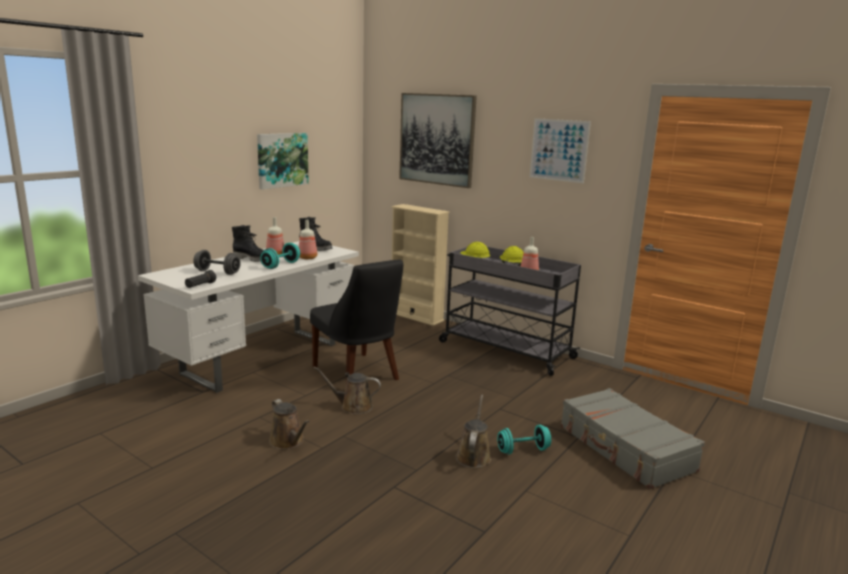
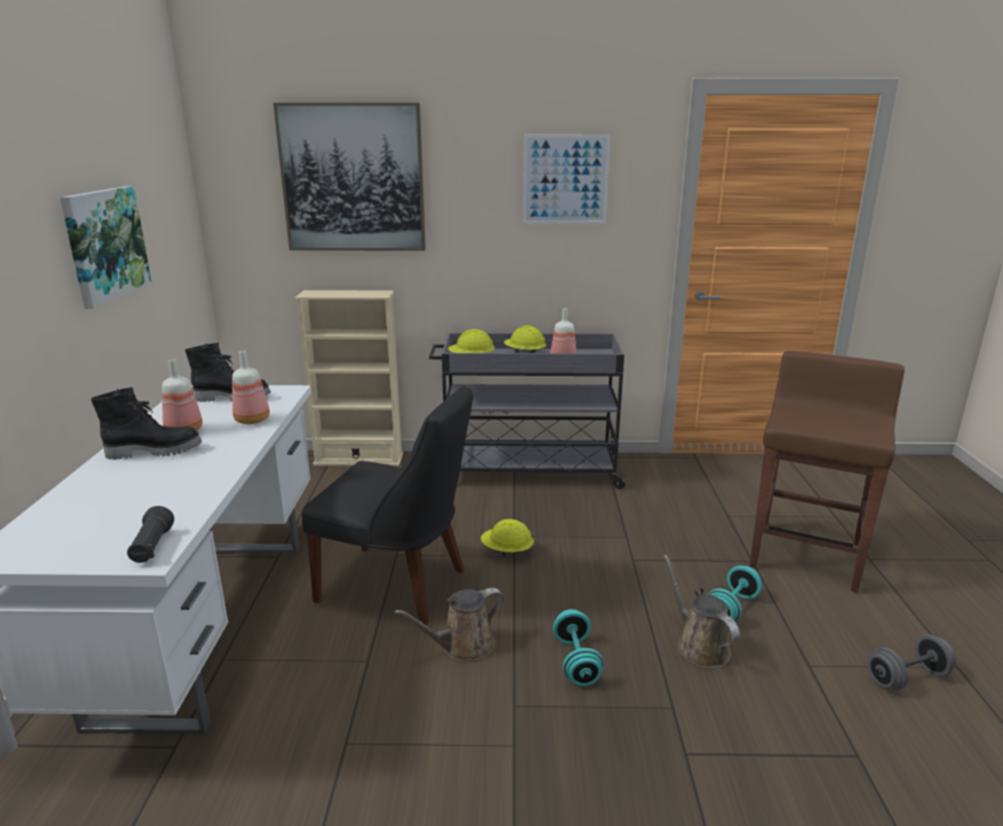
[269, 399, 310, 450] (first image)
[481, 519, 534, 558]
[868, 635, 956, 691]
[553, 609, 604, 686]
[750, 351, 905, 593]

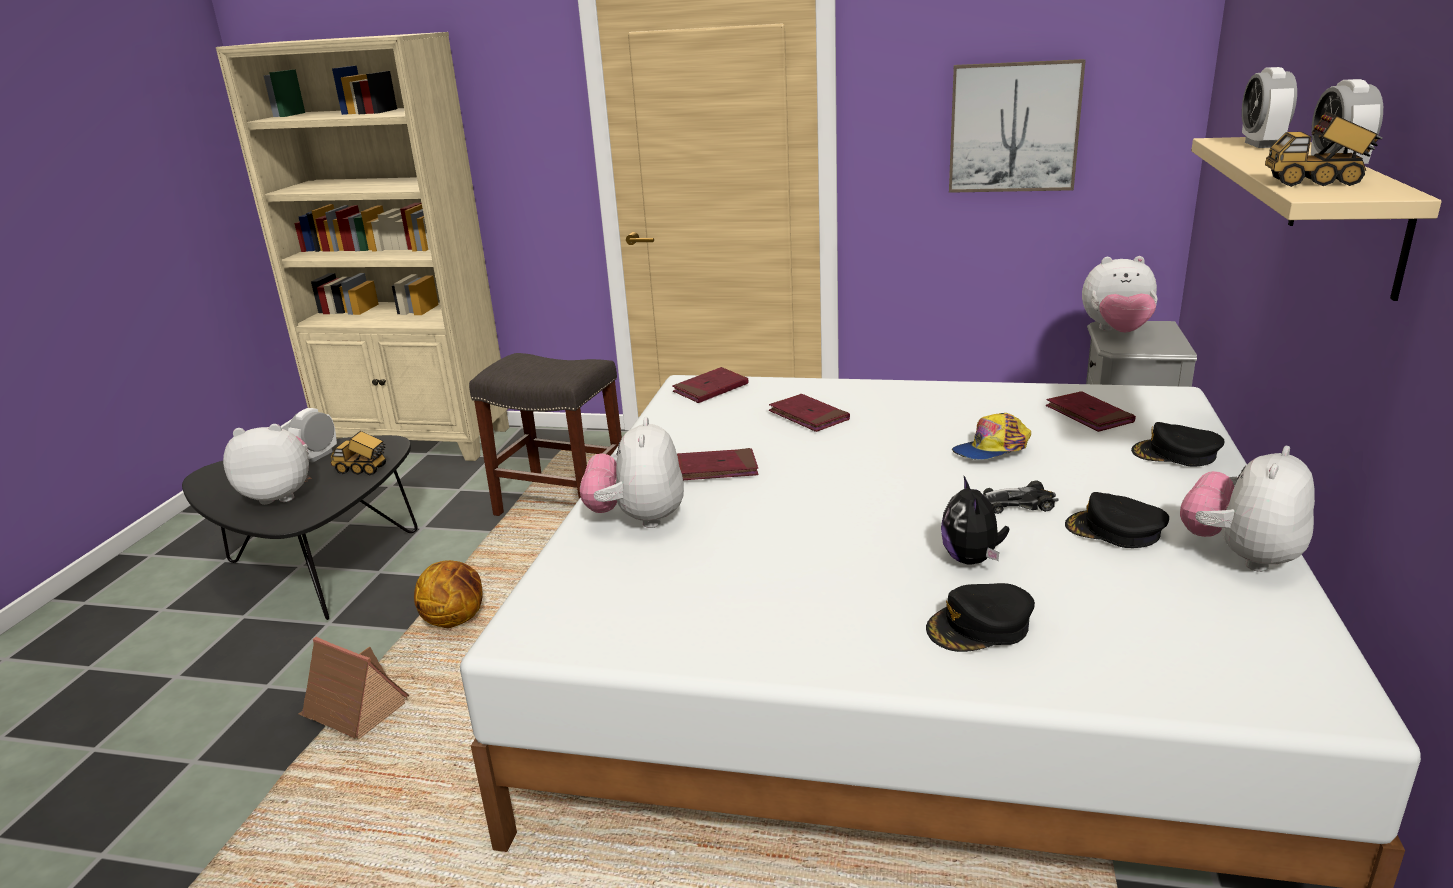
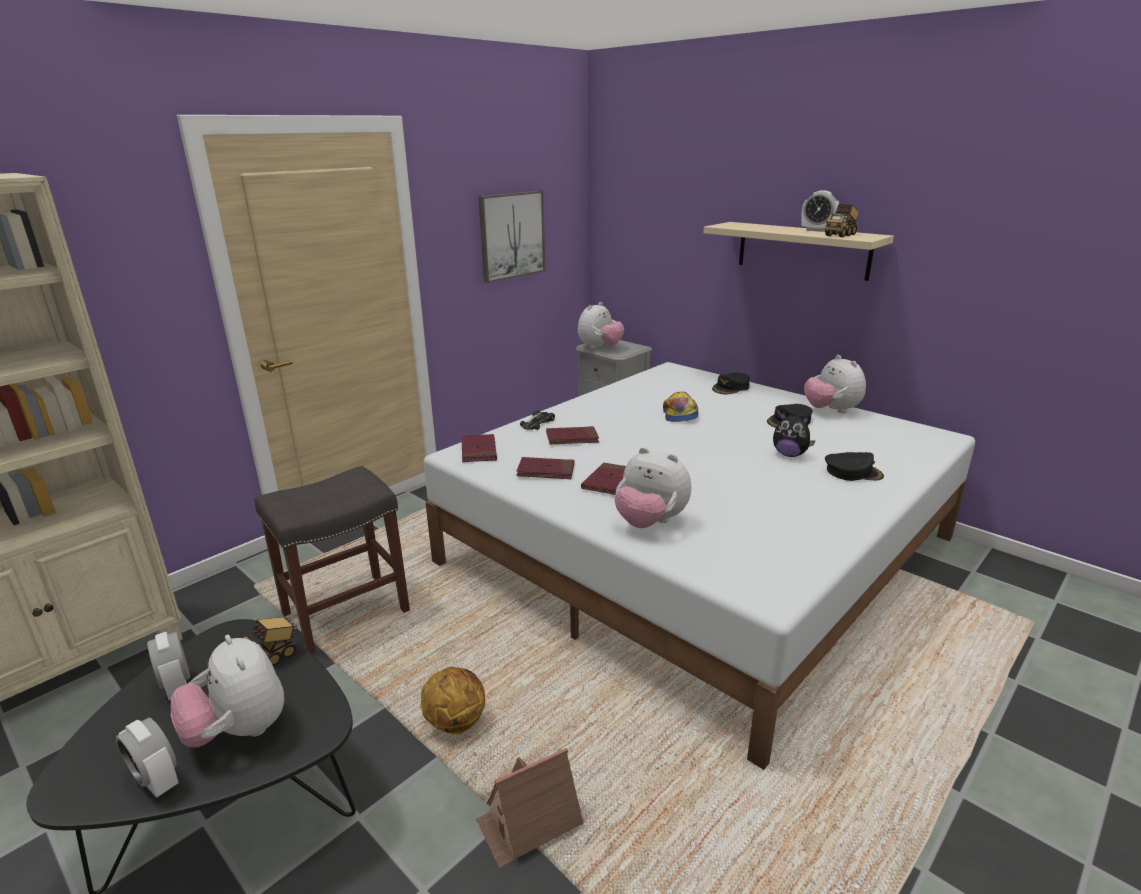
[520, 410, 555, 430]
[516, 457, 575, 479]
[116, 718, 179, 798]
[171, 635, 284, 748]
[825, 452, 884, 481]

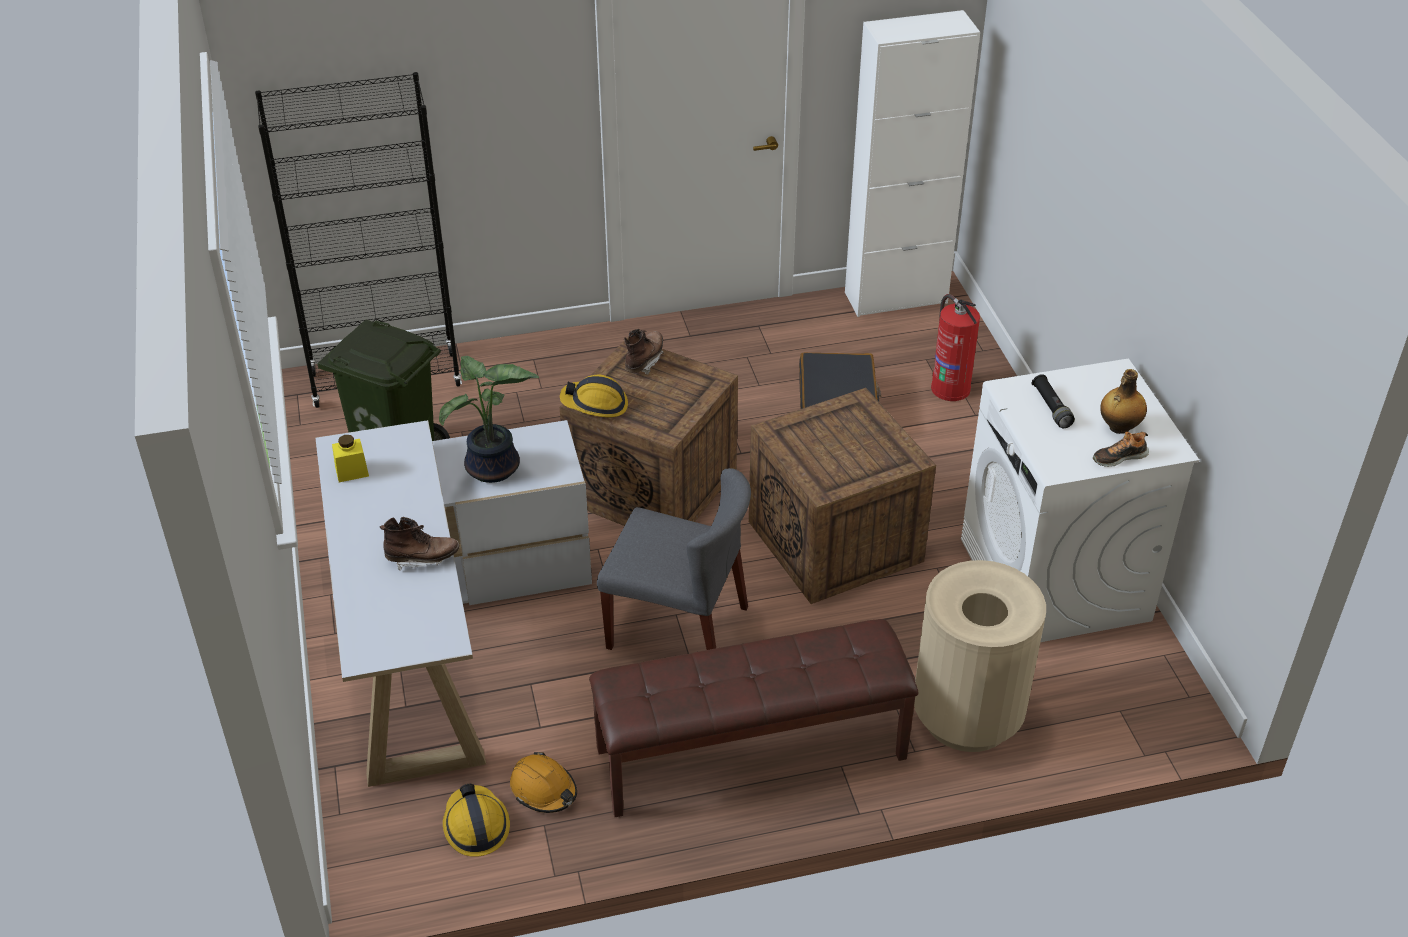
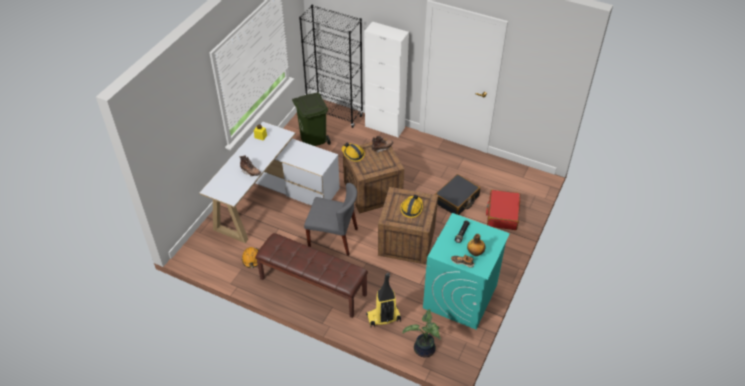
[402, 309, 441, 357]
[400, 195, 423, 218]
[364, 22, 409, 138]
[366, 273, 401, 327]
[486, 190, 520, 230]
[423, 213, 510, 330]
[304, 183, 358, 256]

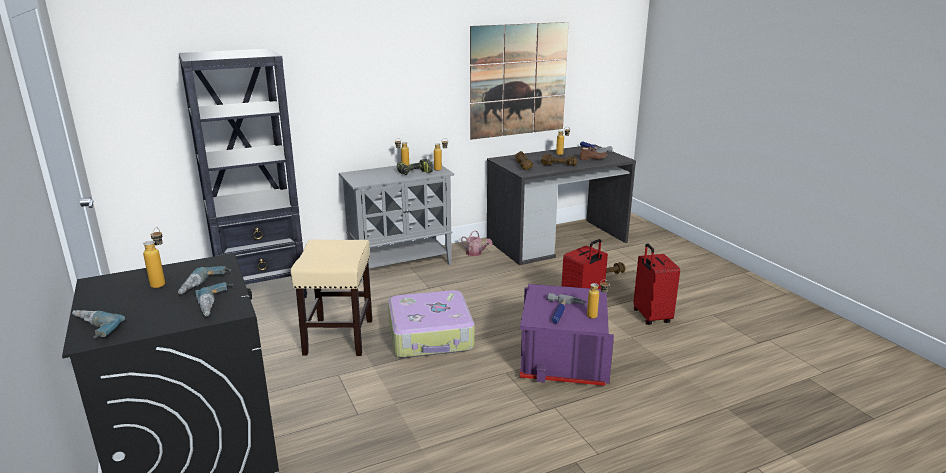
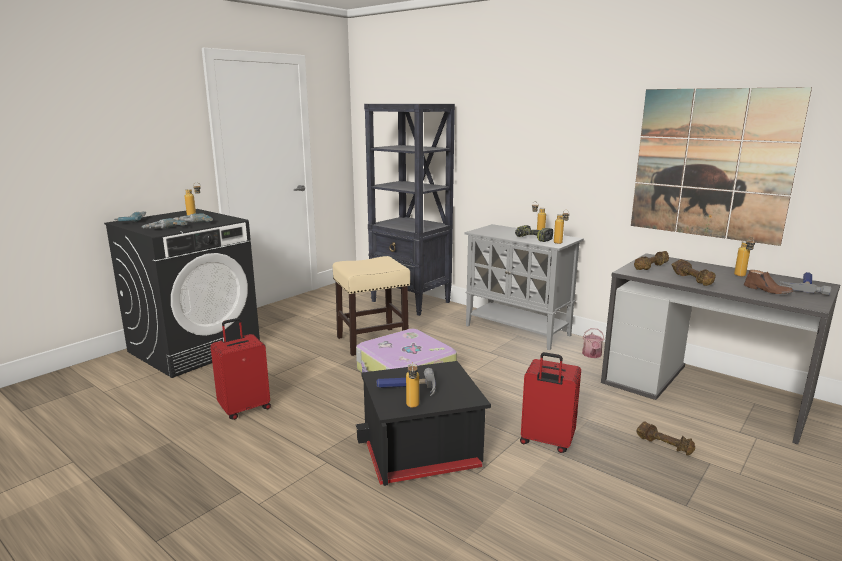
[210, 318, 271, 420]
[356, 361, 491, 486]

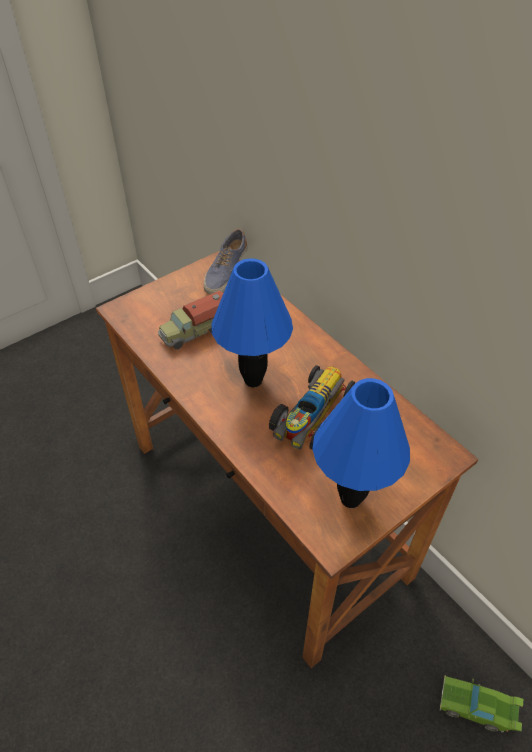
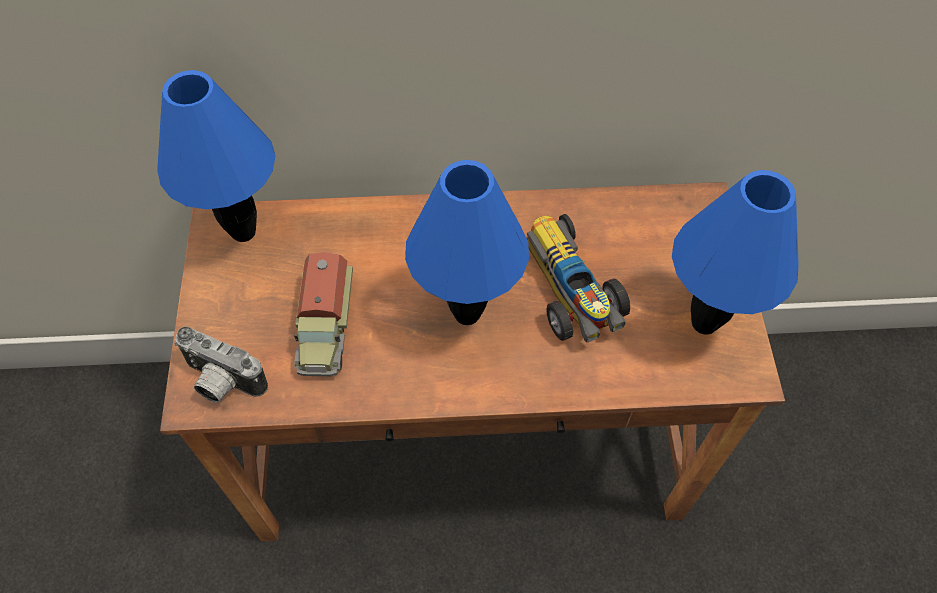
[440, 675, 523, 733] (first image)
[175, 326, 268, 403]
[157, 70, 275, 242]

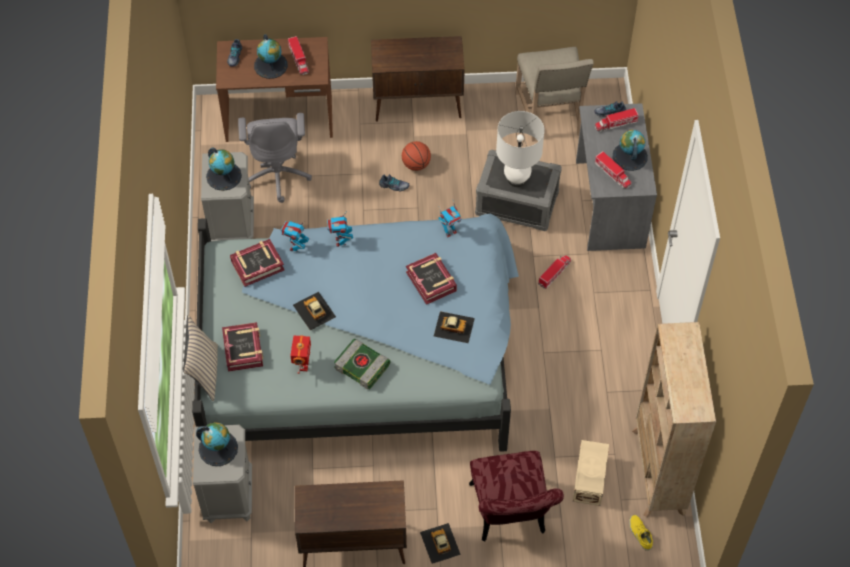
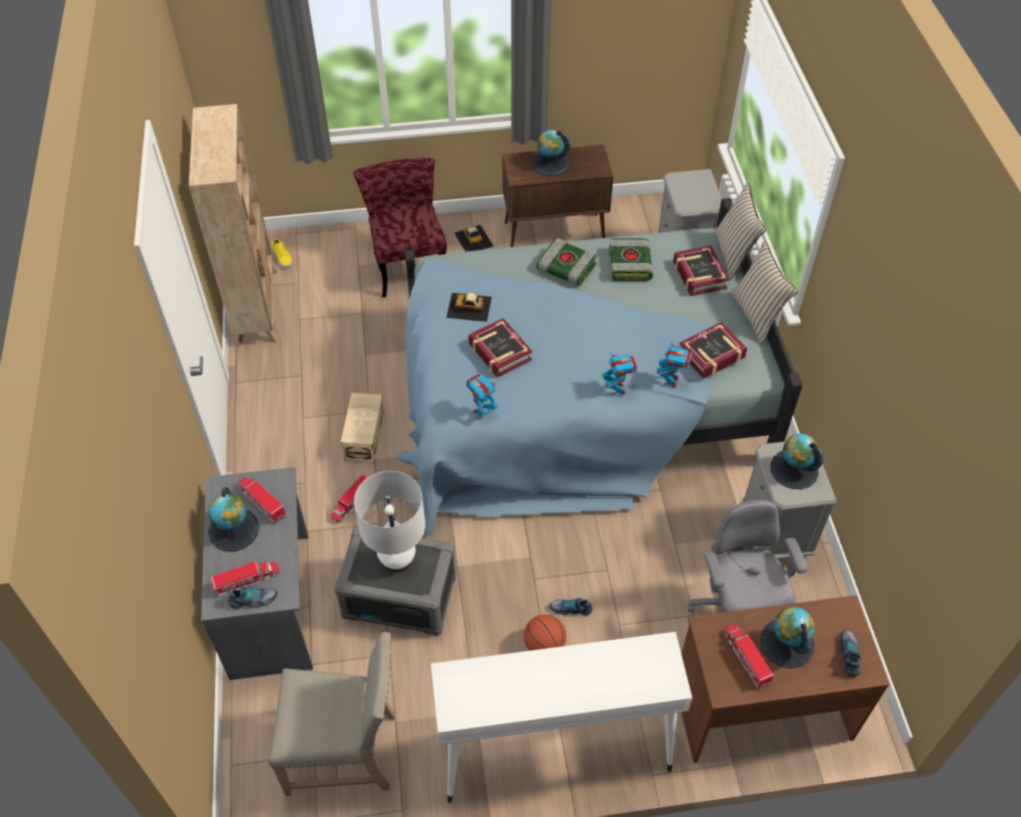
[293, 292, 336, 331] (first image)
[731, 241, 798, 344]
[531, 130, 570, 176]
[341, 393, 385, 463]
[609, 238, 653, 281]
[431, 632, 692, 803]
[269, 632, 396, 796]

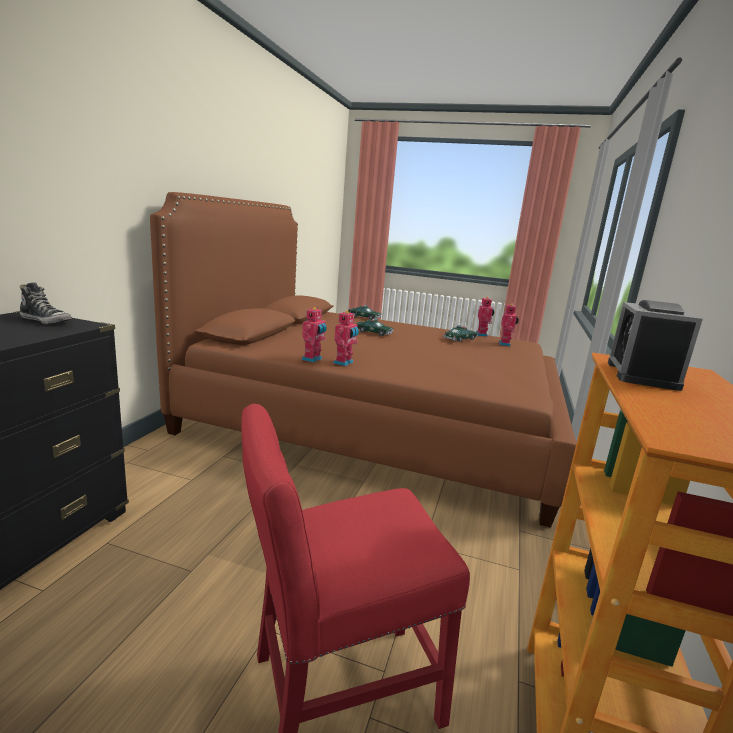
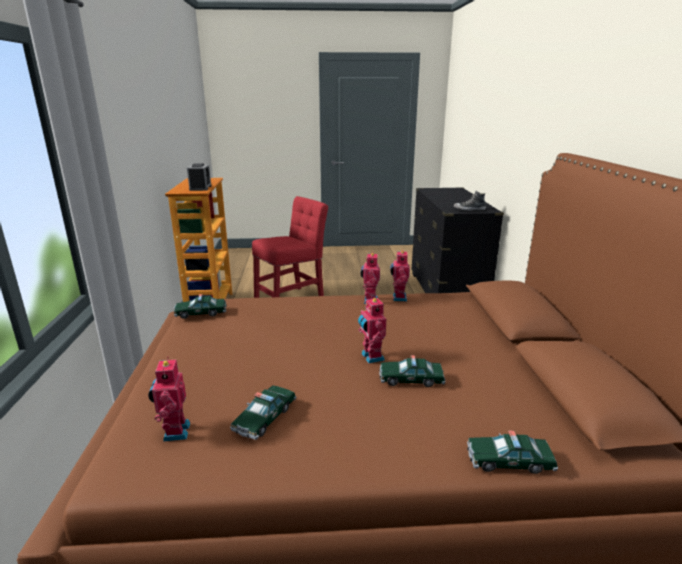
[174, 294, 227, 319]
[358, 296, 386, 363]

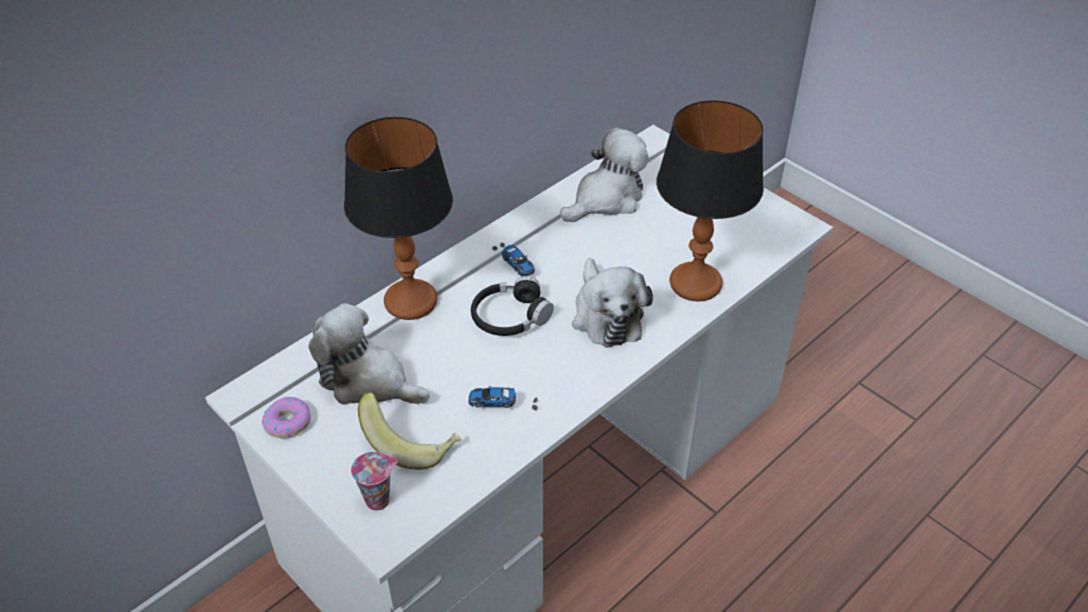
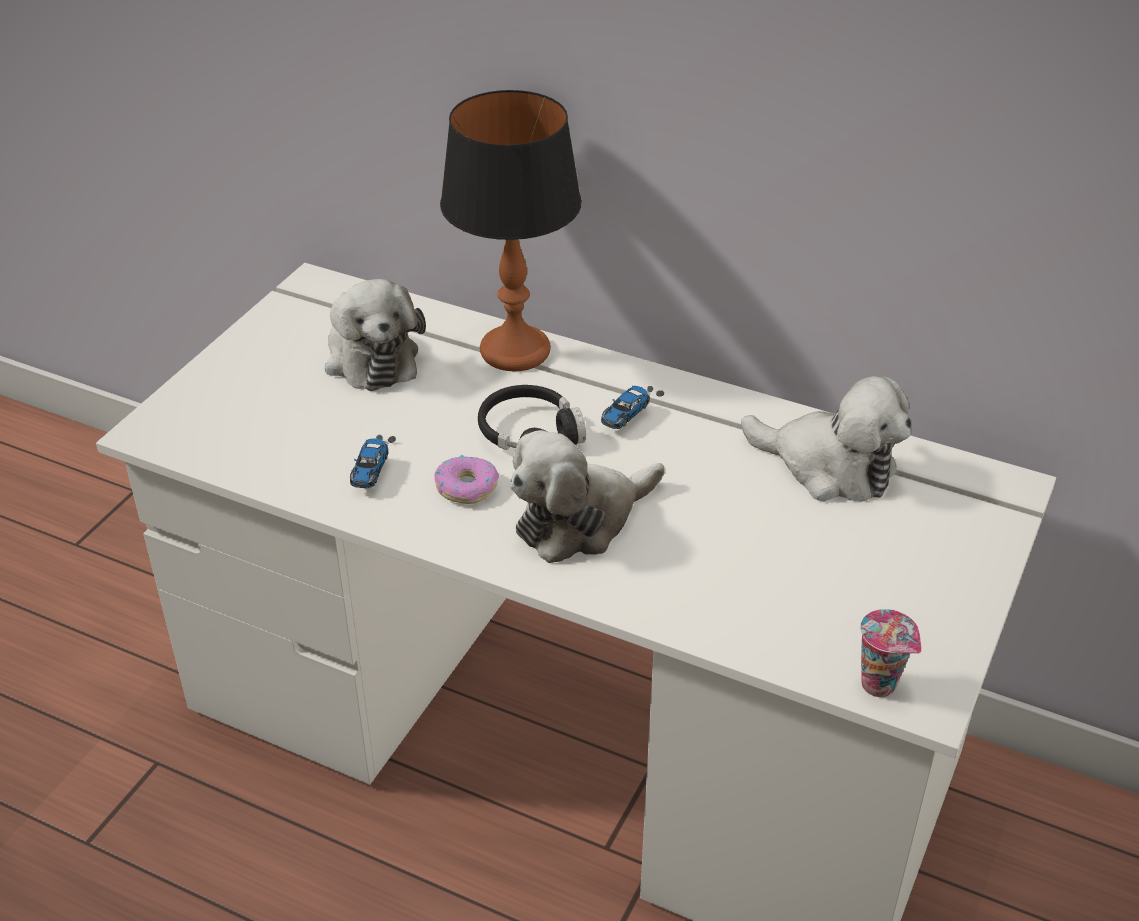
[358, 393, 461, 470] (first image)
[656, 100, 764, 302] (first image)
[434, 455, 499, 504]
[860, 609, 922, 697]
[325, 279, 426, 391]
[350, 435, 396, 488]

